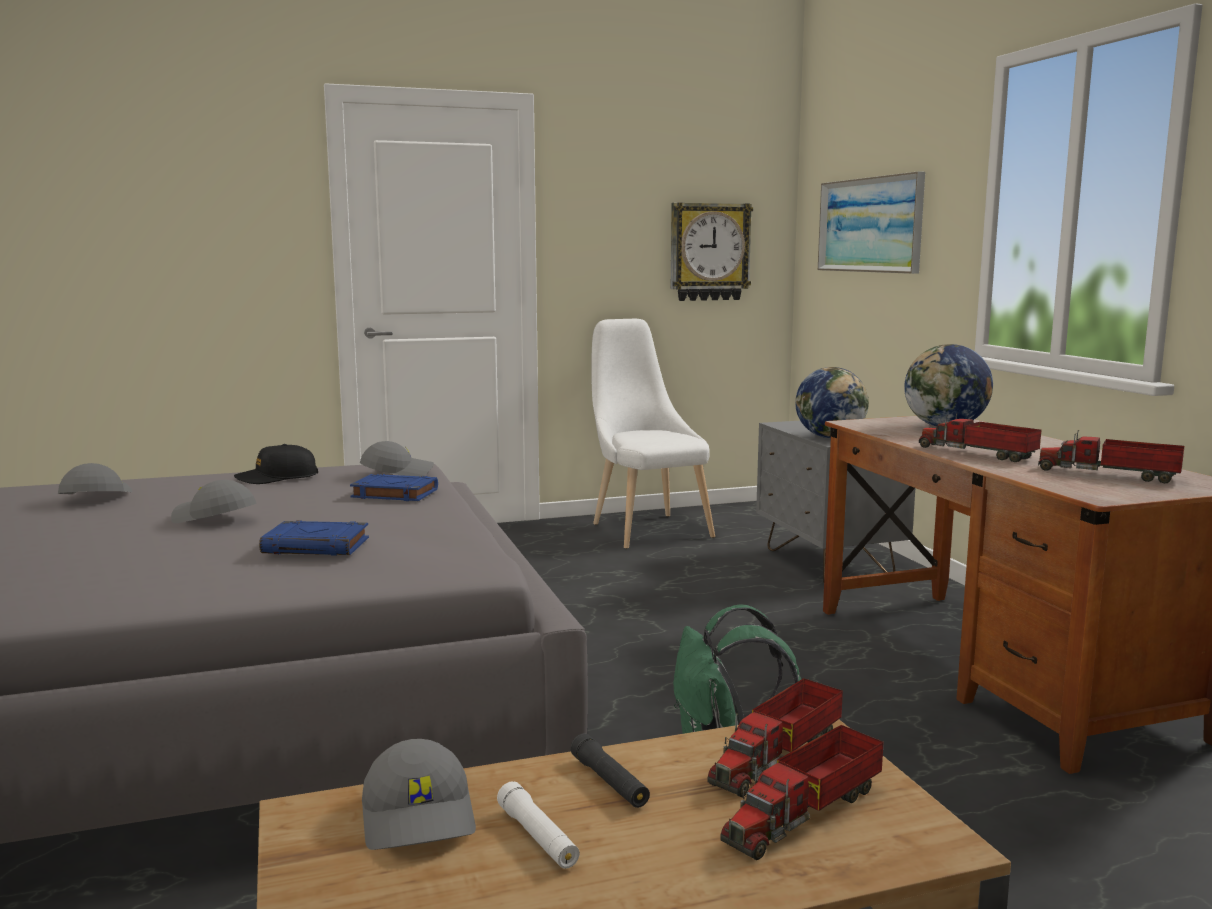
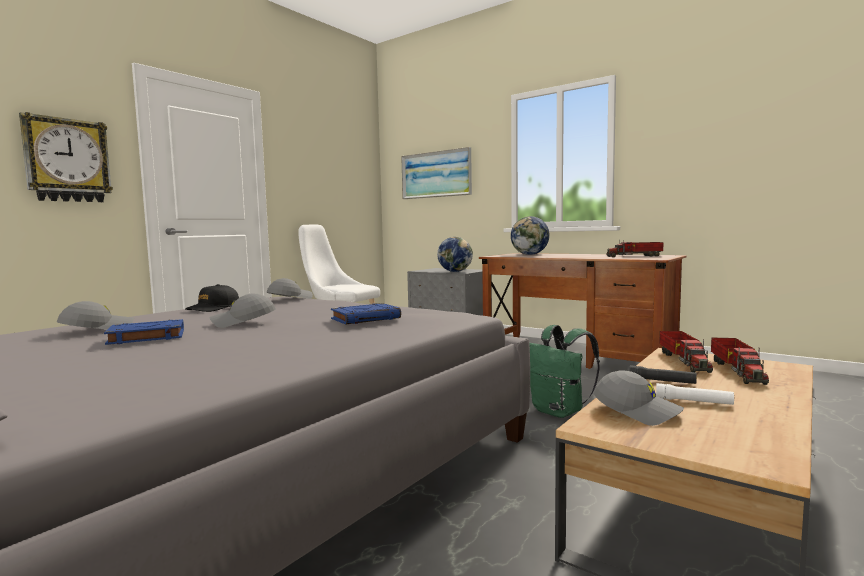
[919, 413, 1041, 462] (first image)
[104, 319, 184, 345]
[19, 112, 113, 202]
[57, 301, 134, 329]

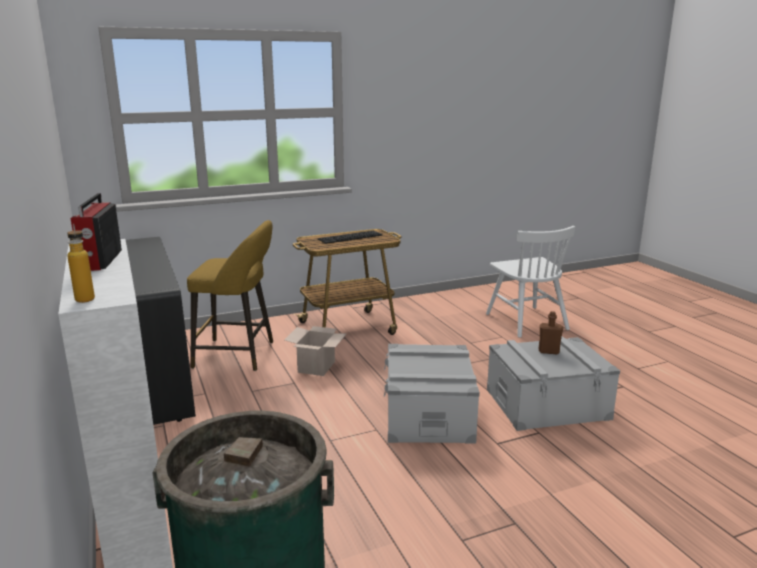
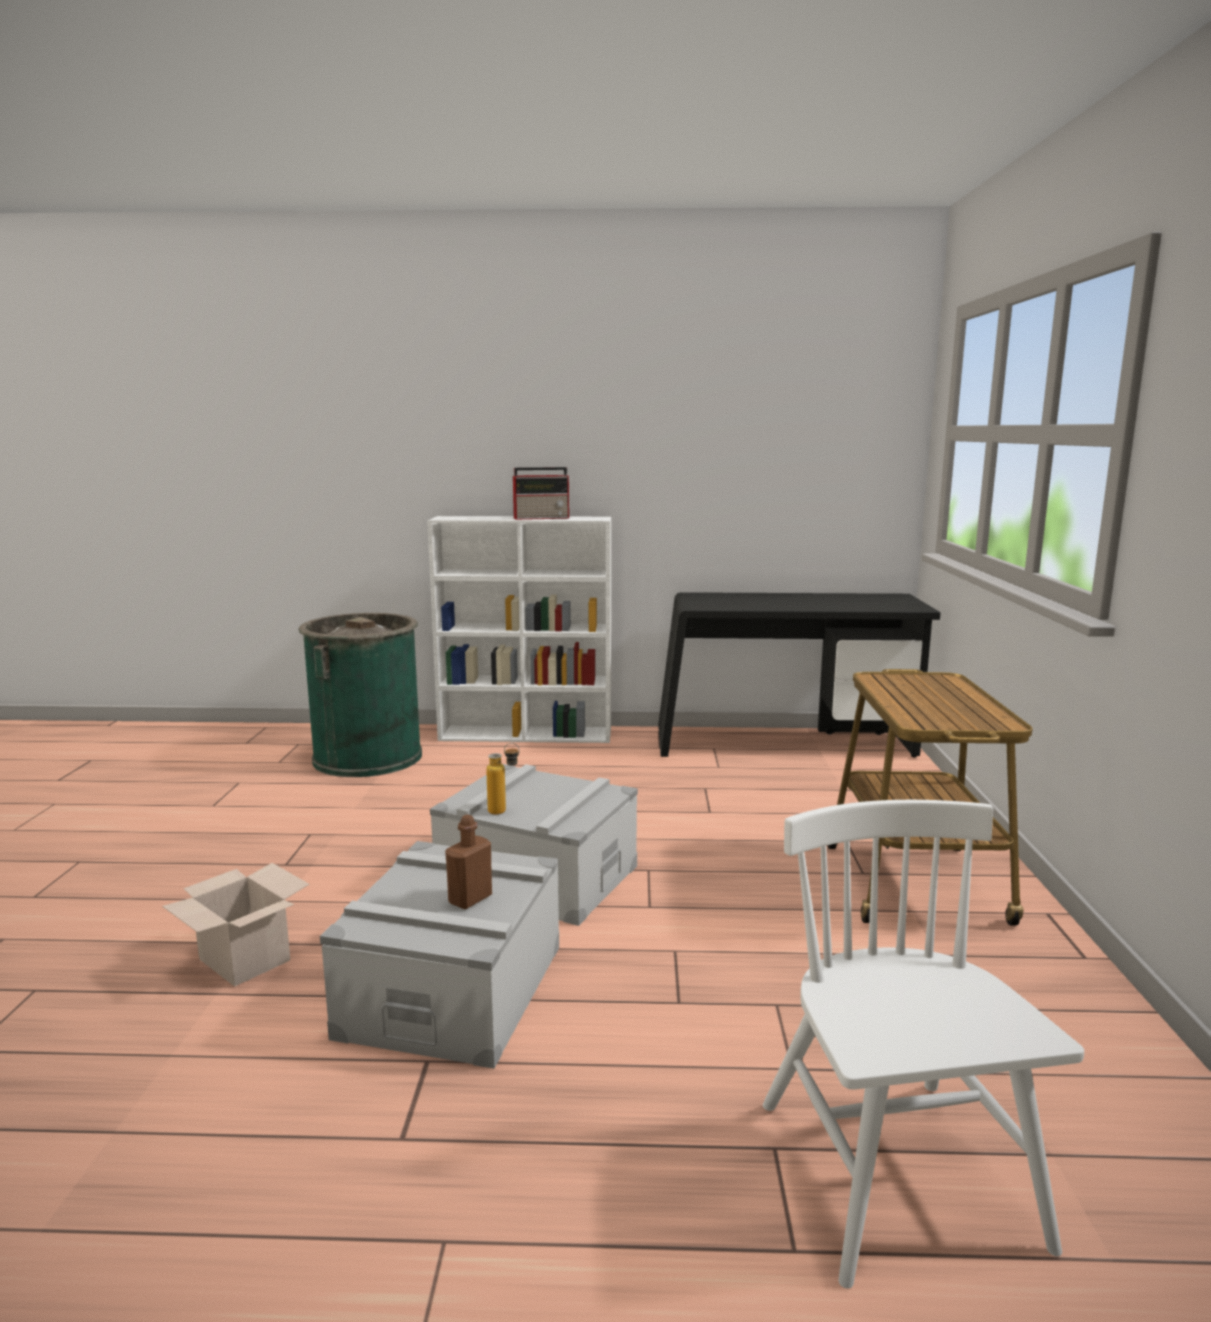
[187, 220, 273, 371] (first image)
[318, 231, 383, 244] (first image)
[486, 743, 520, 815]
[162, 863, 310, 987]
[513, 467, 570, 520]
[763, 800, 1084, 1289]

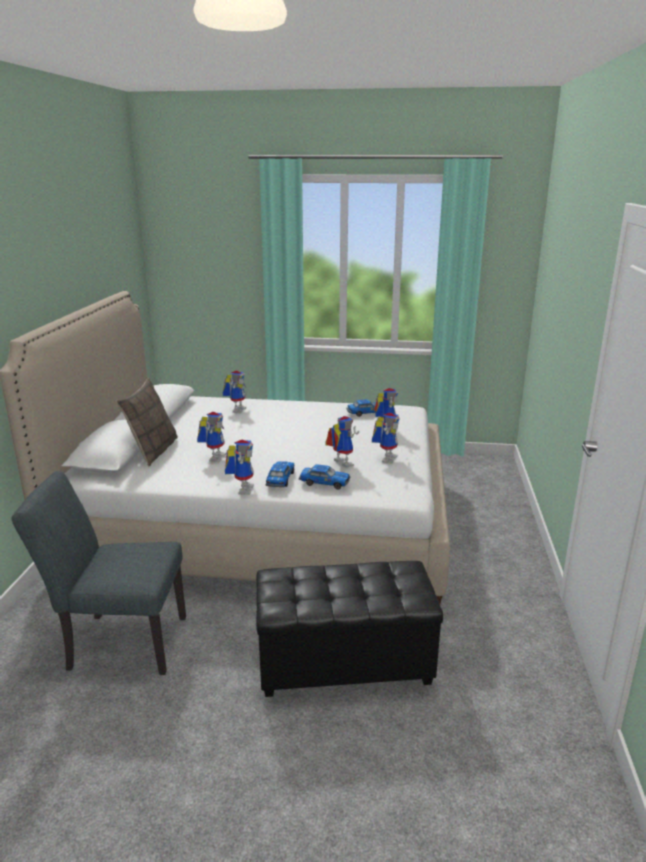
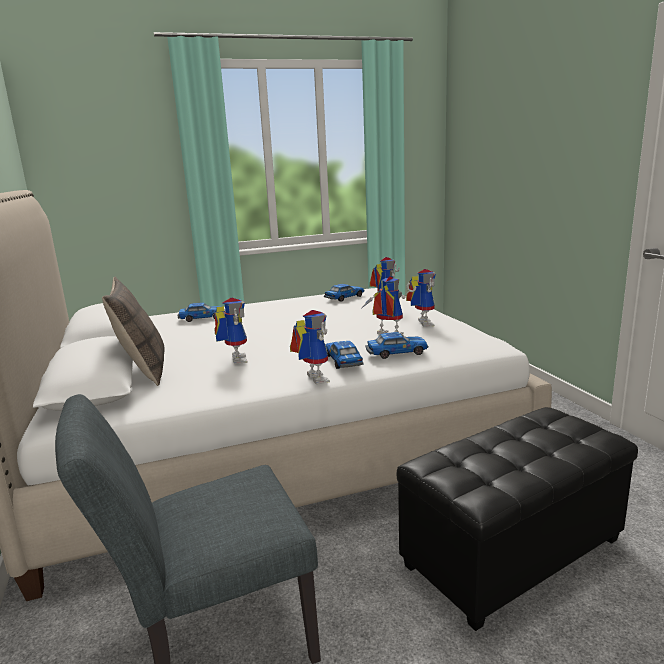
[177, 303, 225, 322]

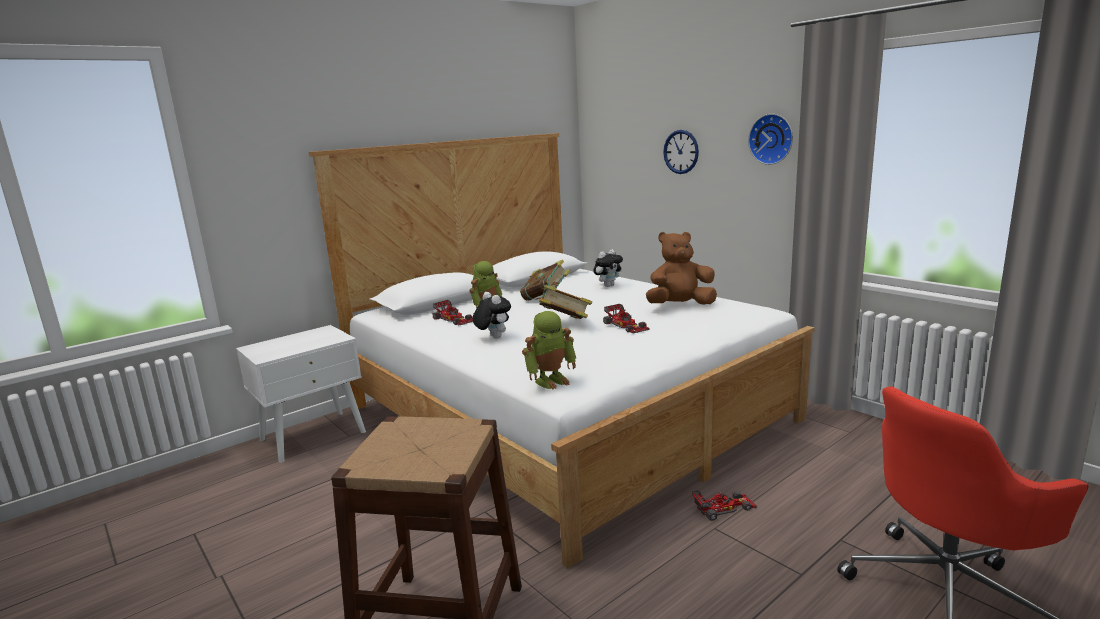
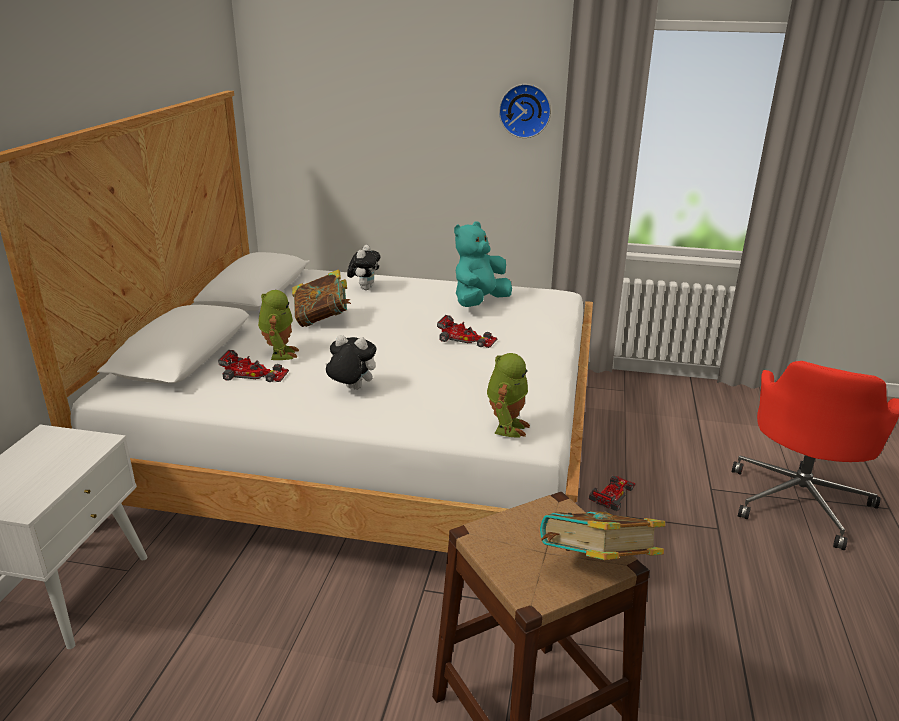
[663, 130, 699, 174] (first image)
[540, 511, 665, 560]
[454, 221, 512, 307]

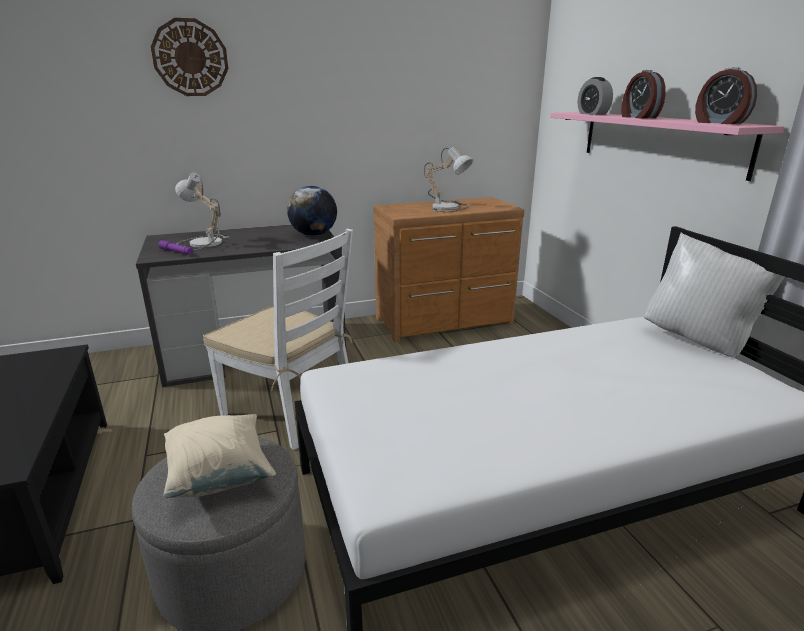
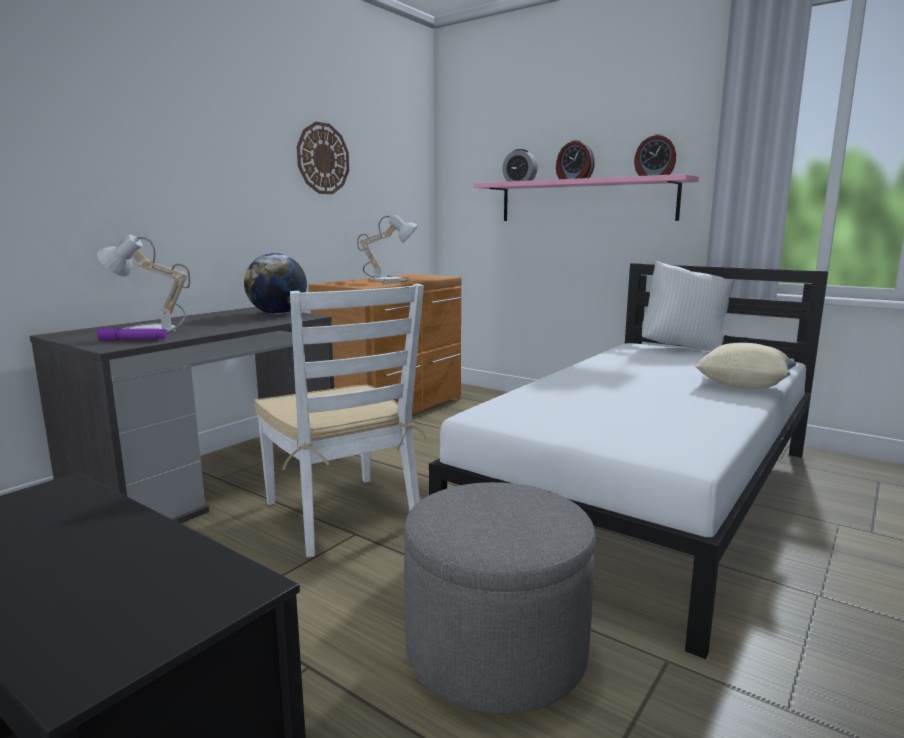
[297, 122, 349, 194]
[695, 343, 797, 389]
[254, 284, 427, 557]

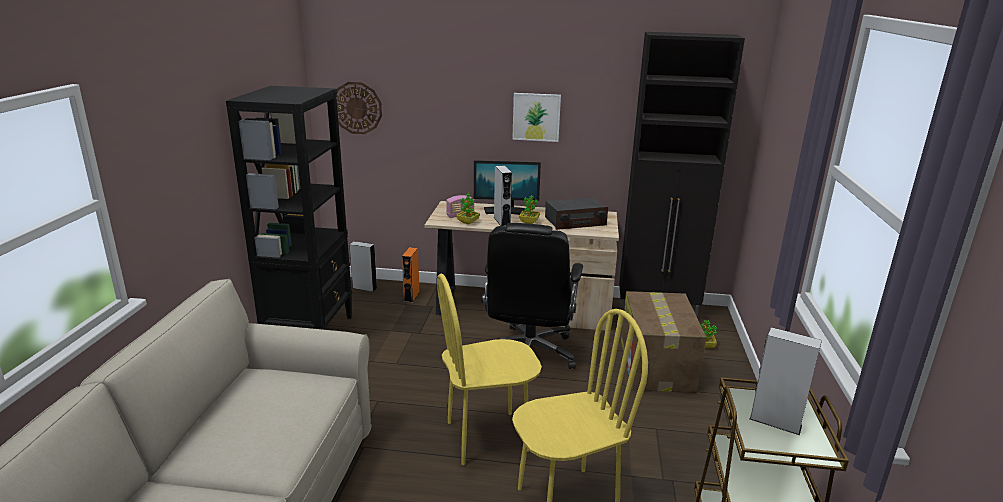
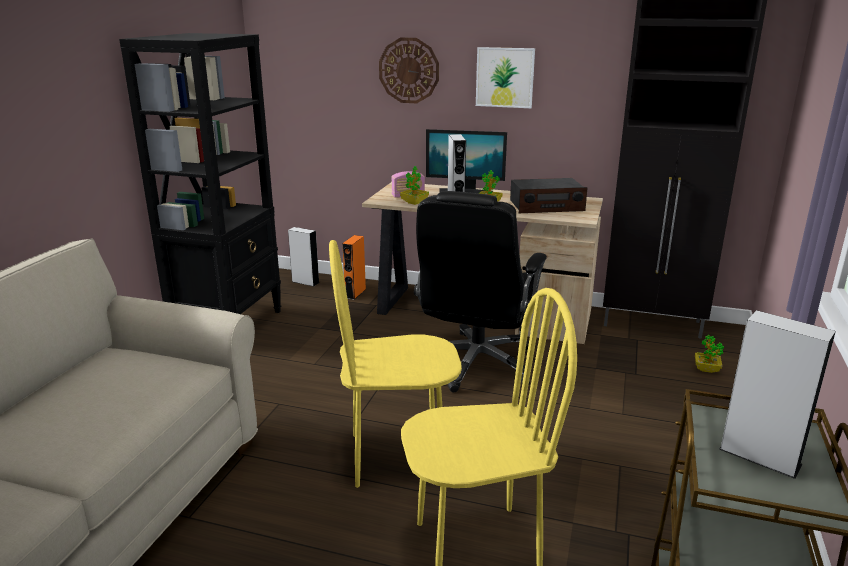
[621, 291, 706, 393] (first image)
[379, 37, 439, 103]

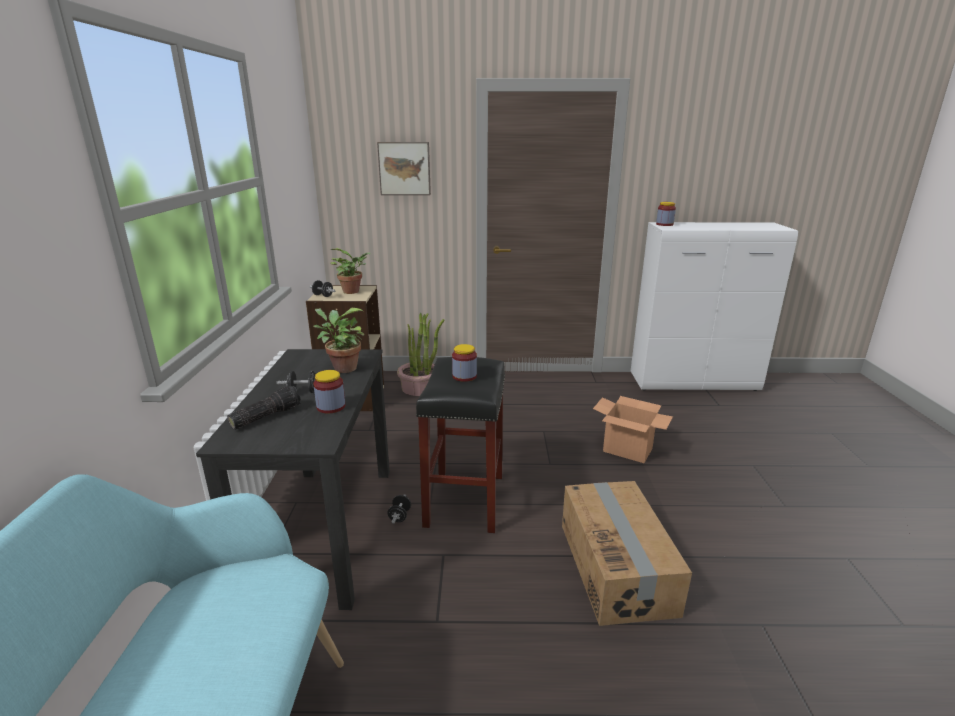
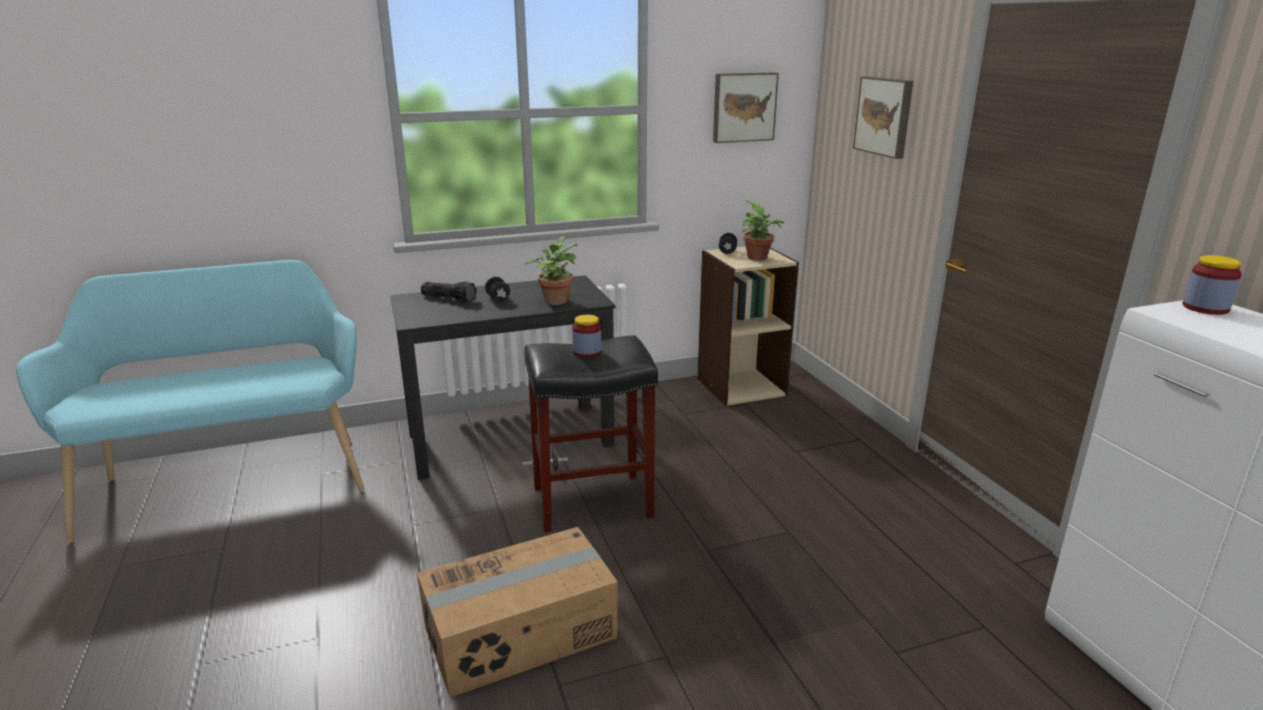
[313, 370, 345, 413] (first image)
[397, 313, 444, 396] (first image)
[593, 396, 673, 463] (first image)
[713, 72, 779, 143]

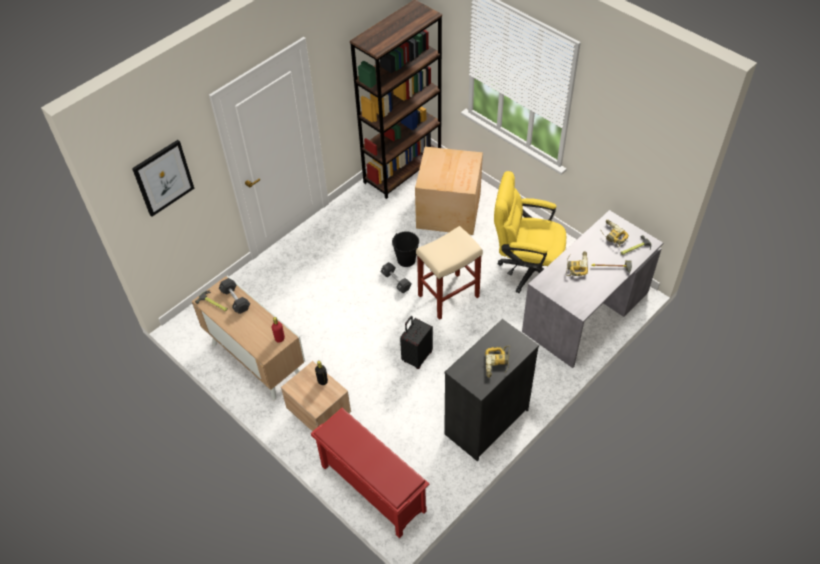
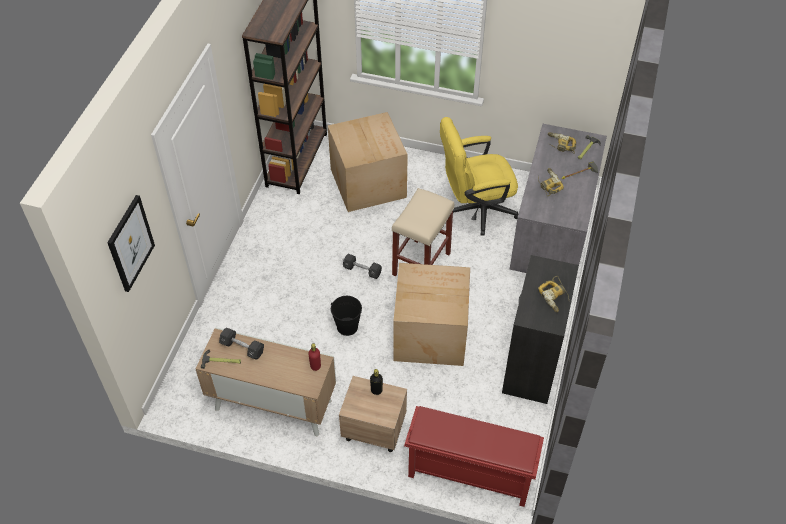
[331, 296, 362, 336]
[393, 263, 470, 366]

